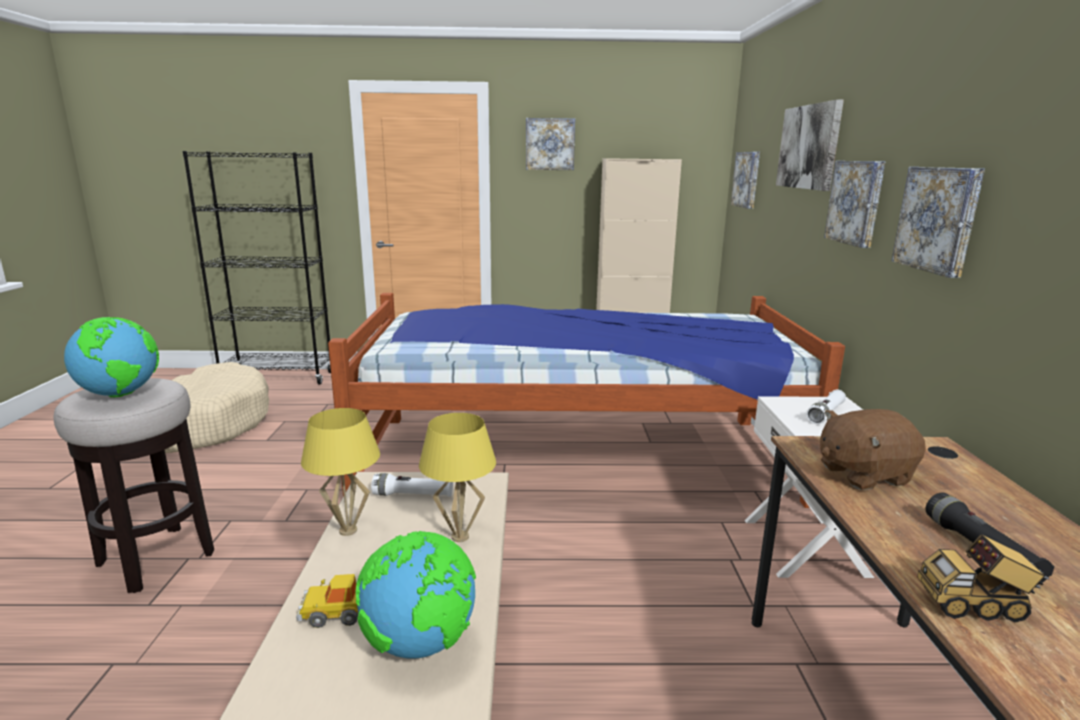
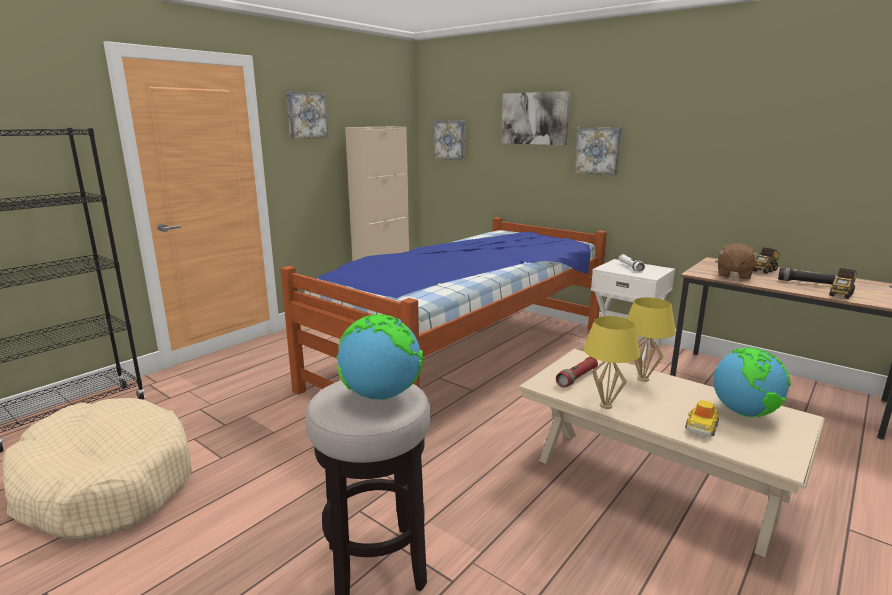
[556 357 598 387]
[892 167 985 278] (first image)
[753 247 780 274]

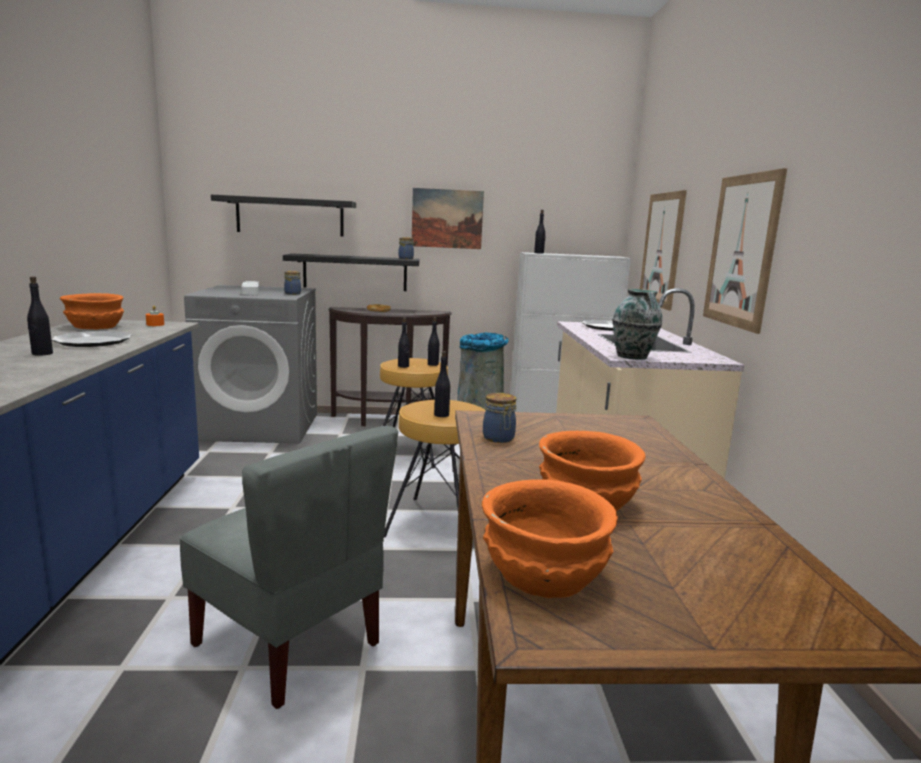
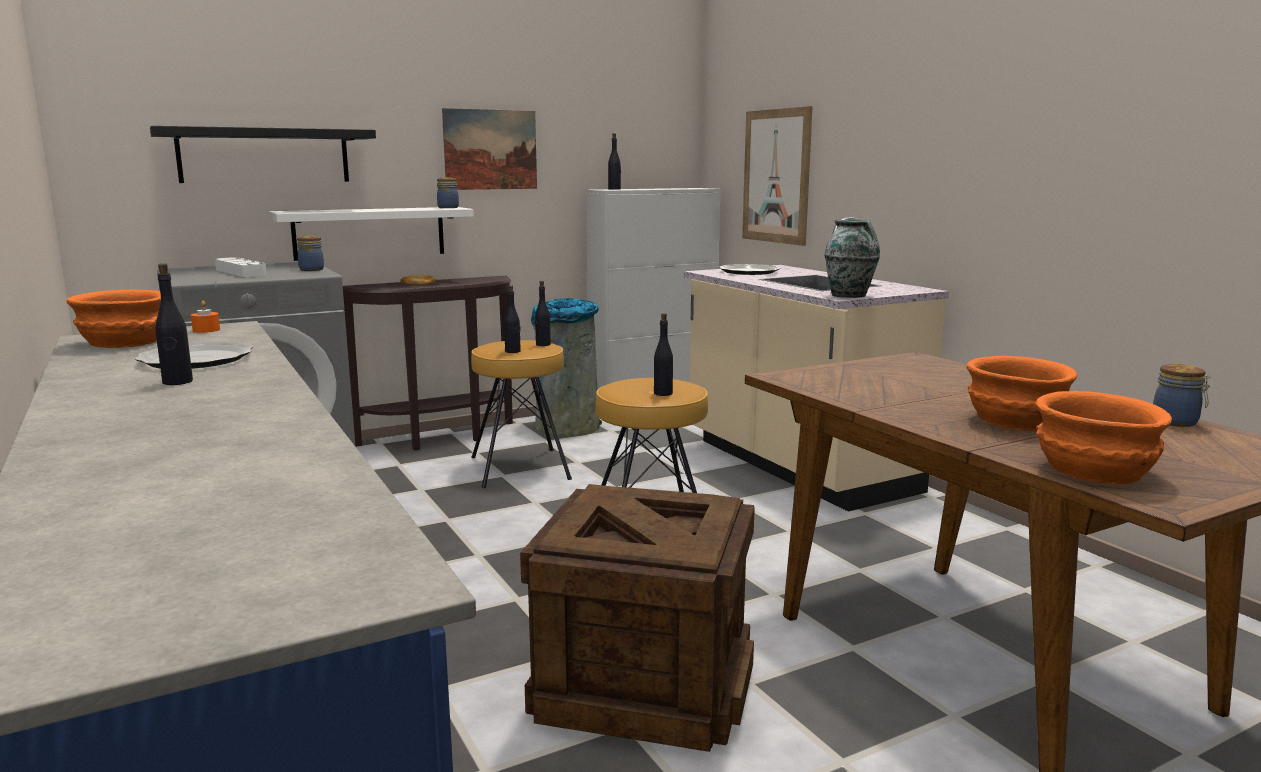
[520 484 755 752]
[270 207 474 261]
[1153 364 1211 427]
[703 168 787 334] (first image)

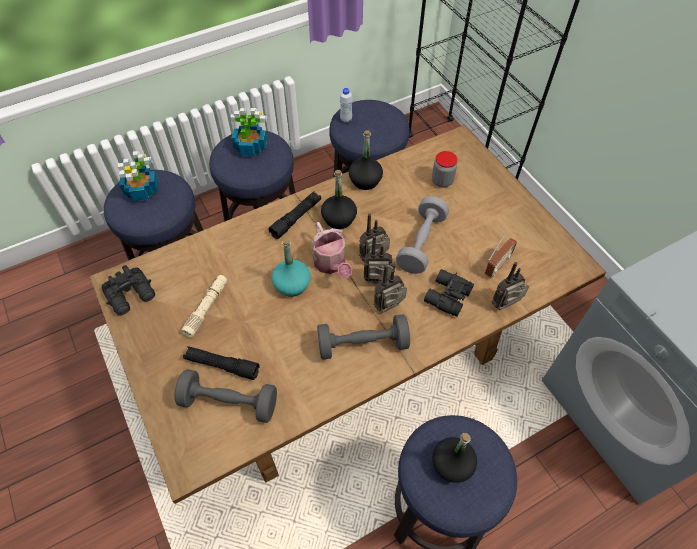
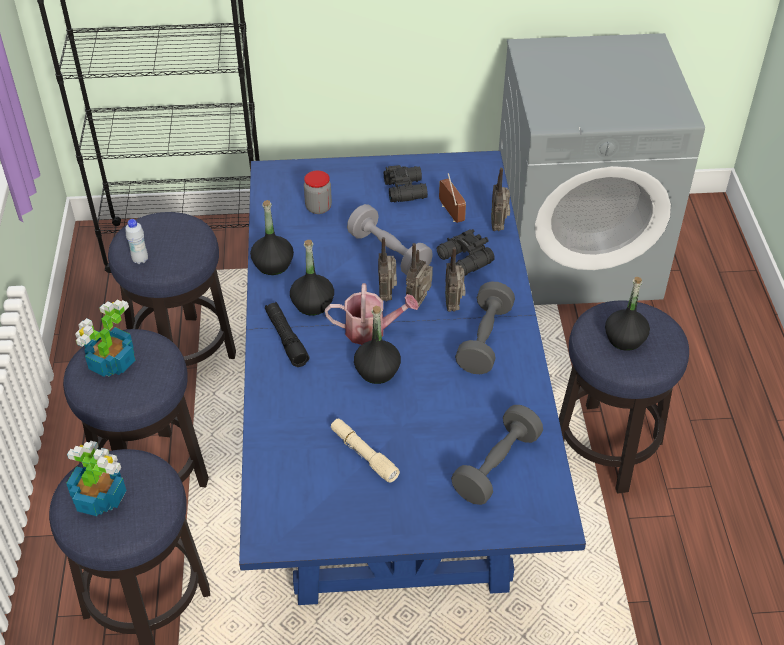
[239 151 586 605]
[384 165 428 202]
[183 346 260 380] (first image)
[354 306 401 384]

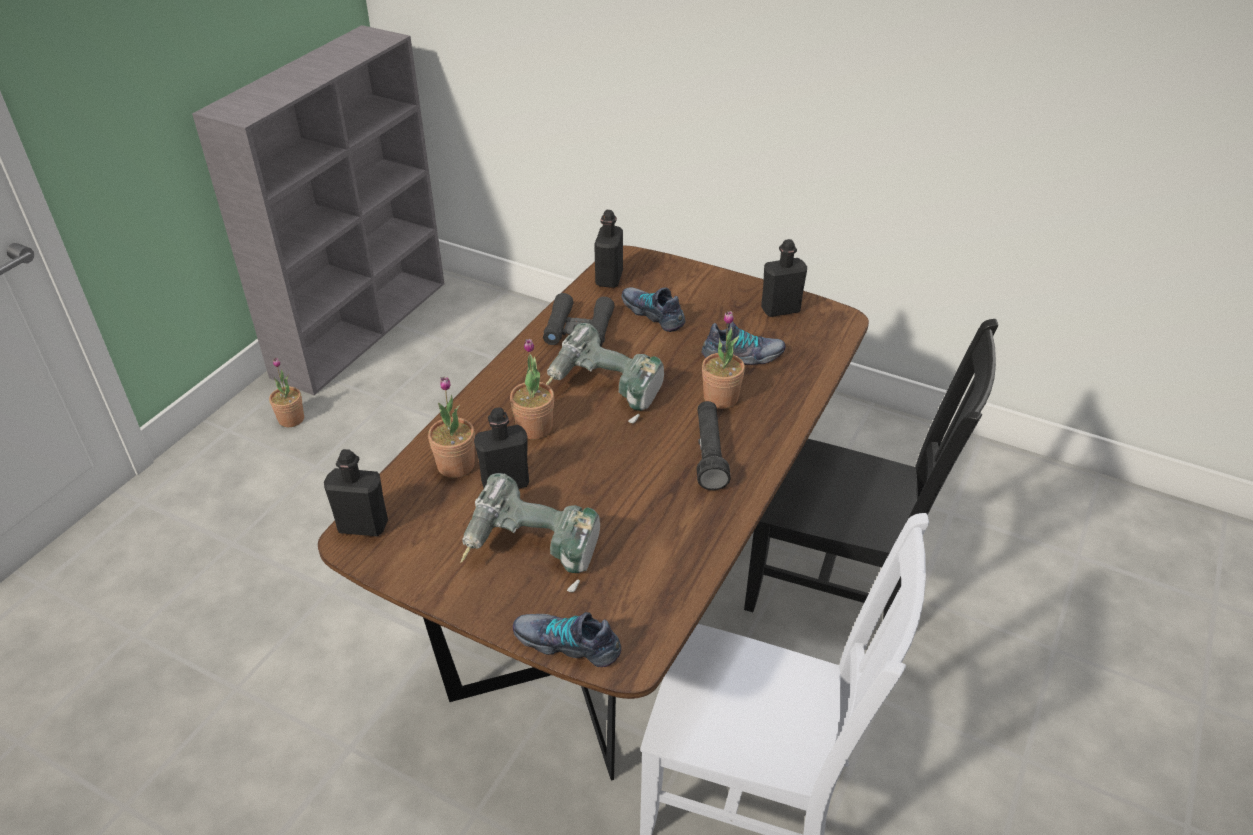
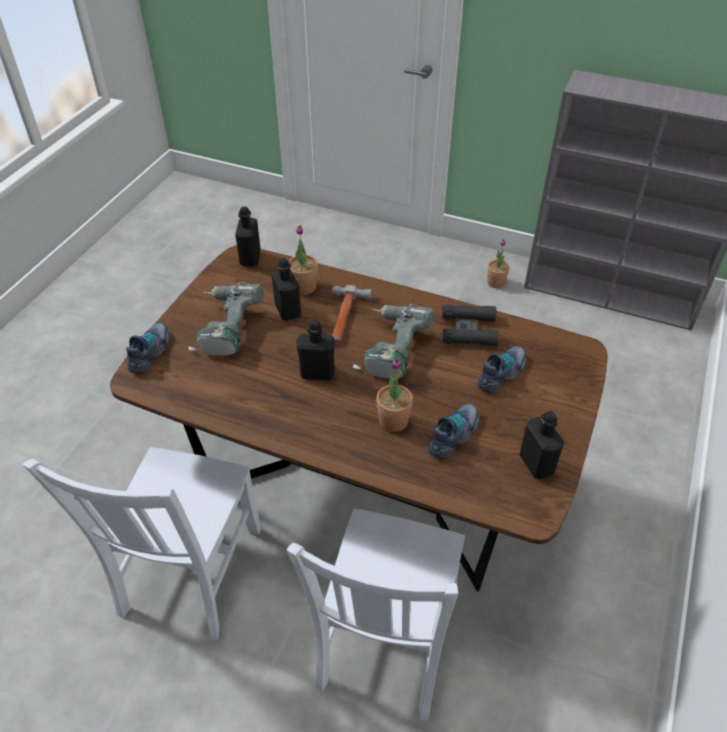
[332 285 372 343]
[296 320 335 381]
[697 401 731 490] (first image)
[428 403 479 459]
[286 509 465 720]

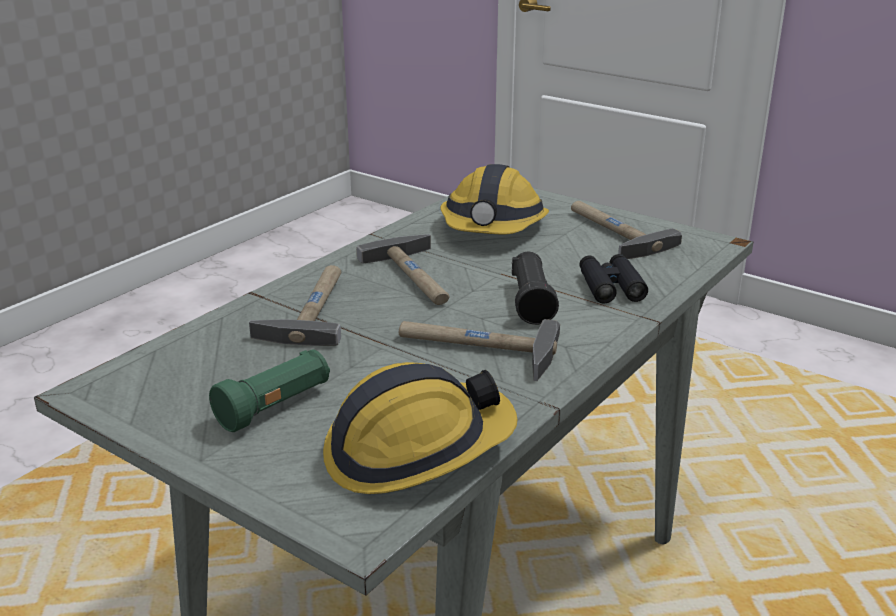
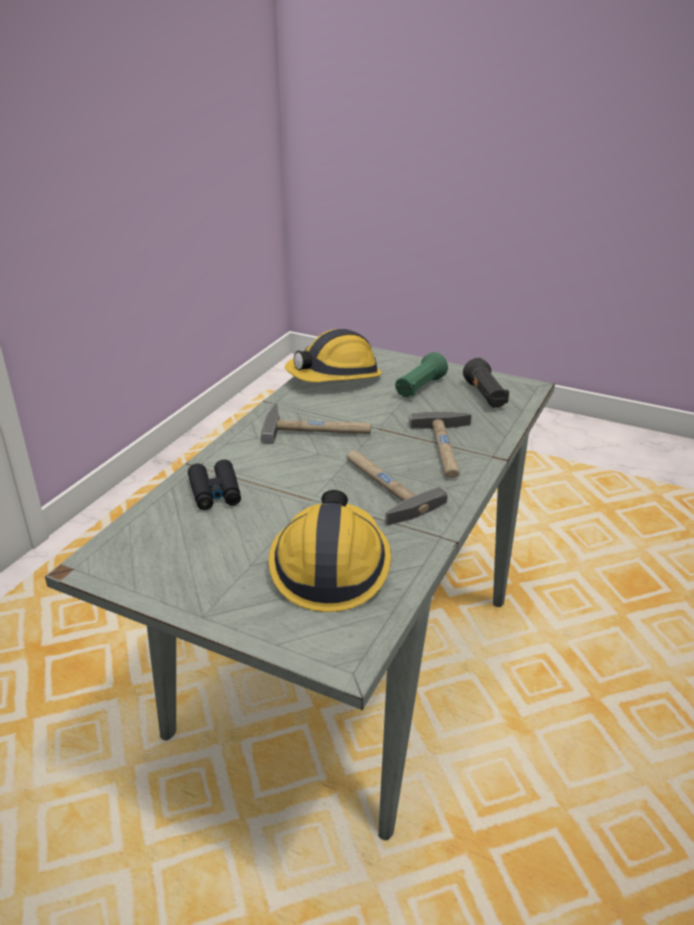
[463 358 509 408]
[571 201 682 259] (first image)

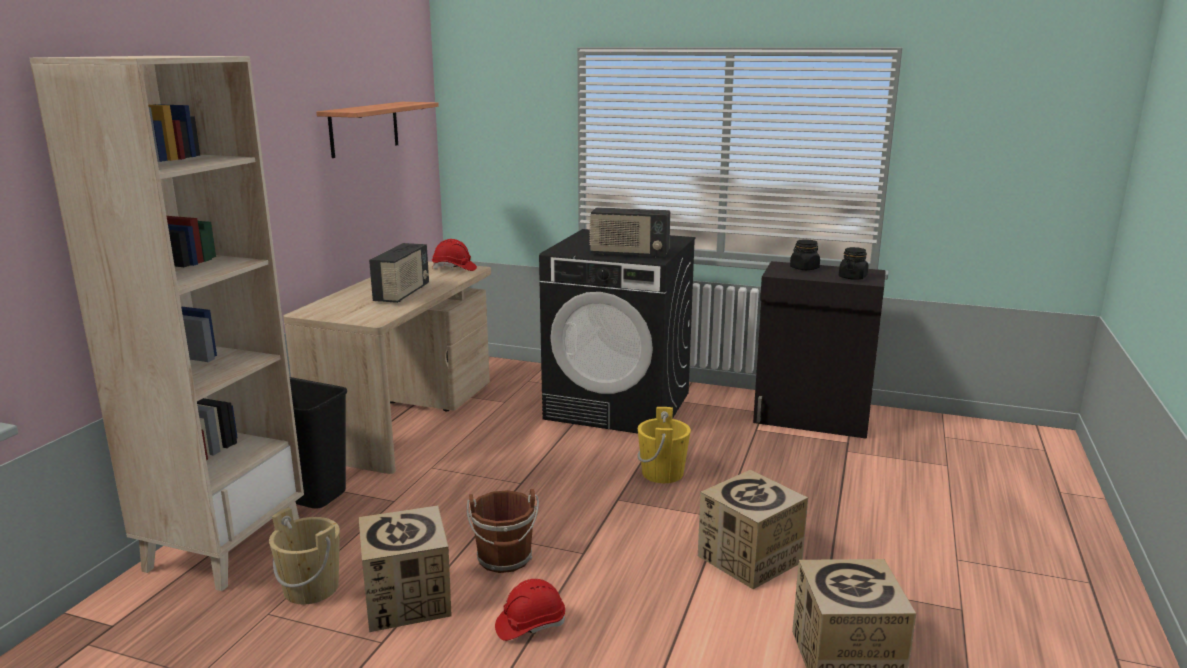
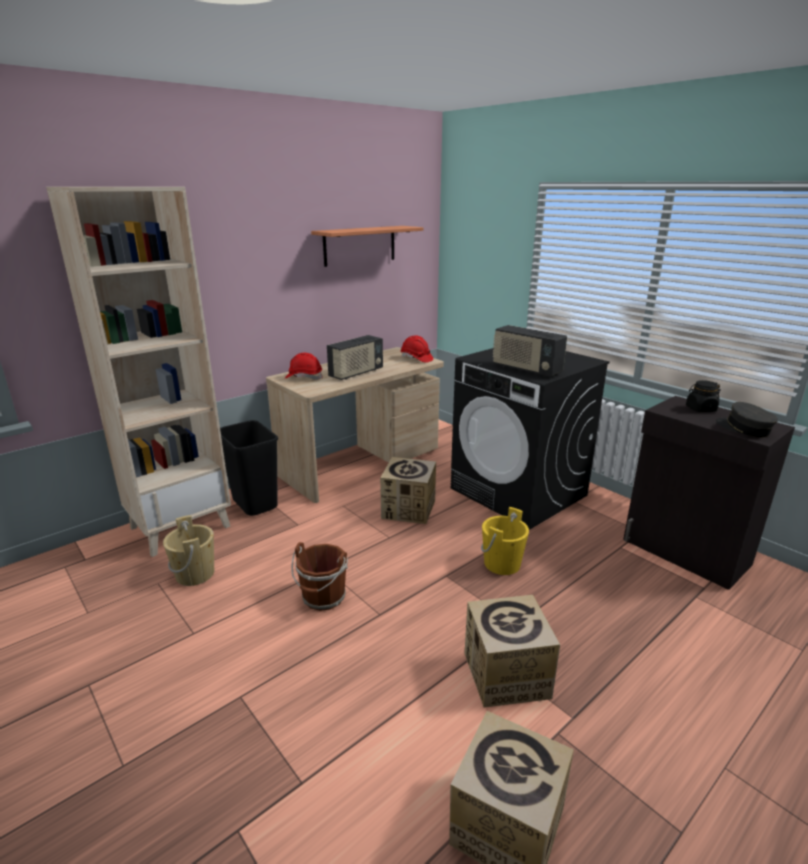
[380 457 436 524]
[285 352 323 380]
[716 402 778 437]

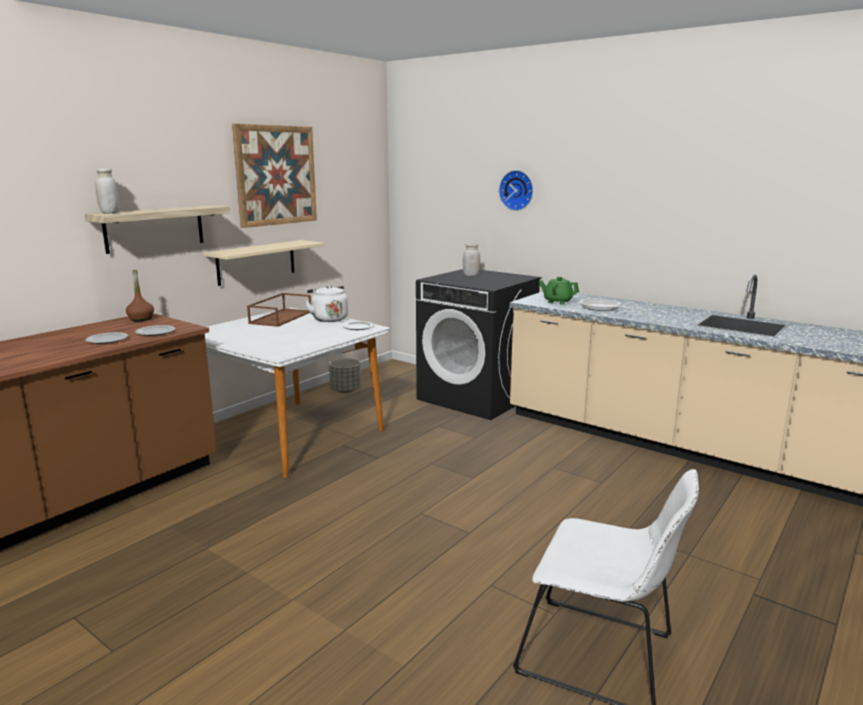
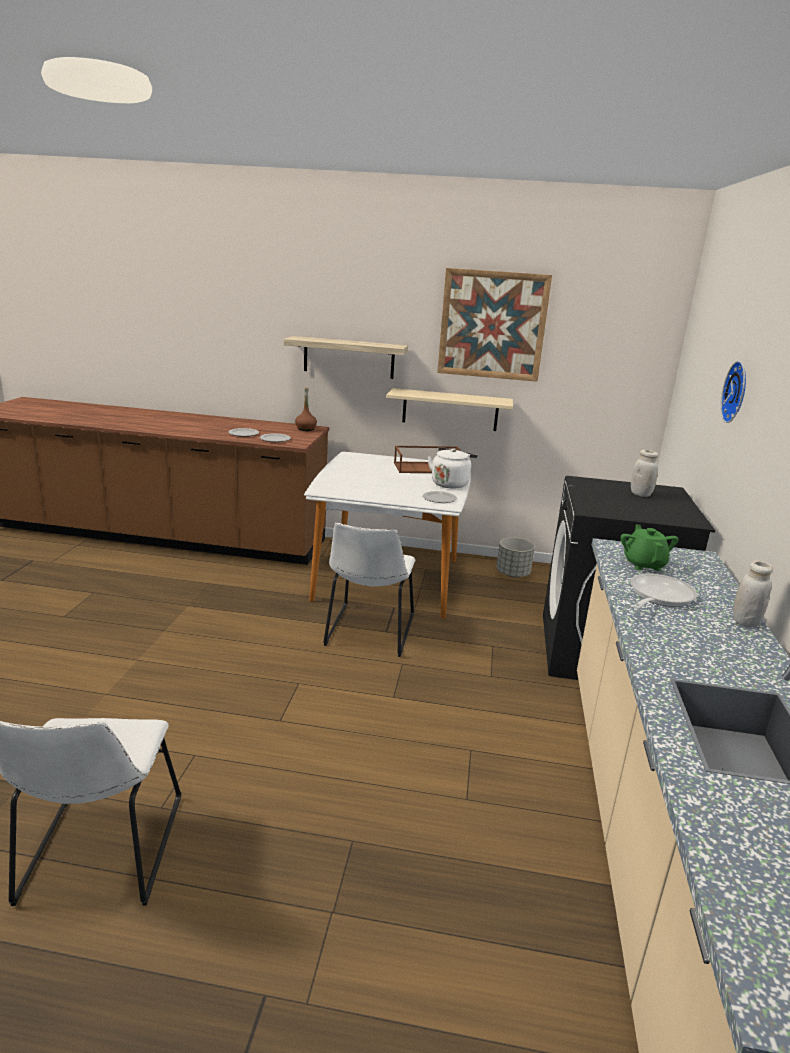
[734 561 773 627]
[323 522 415 657]

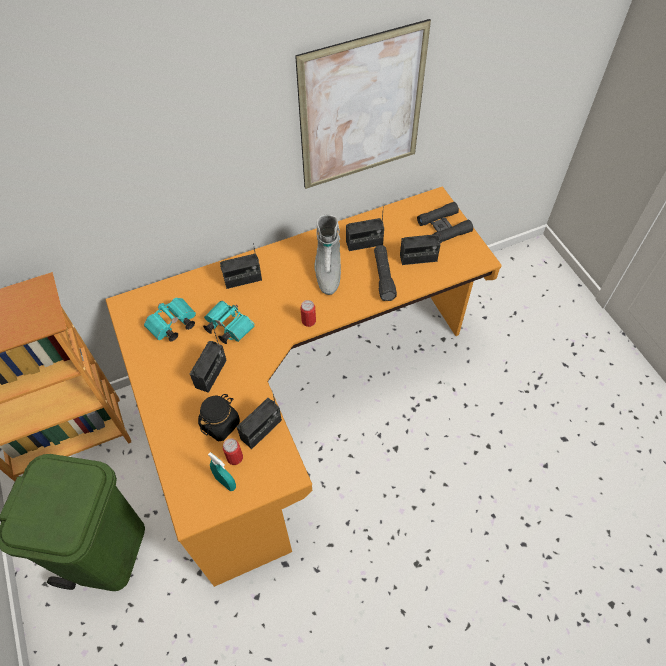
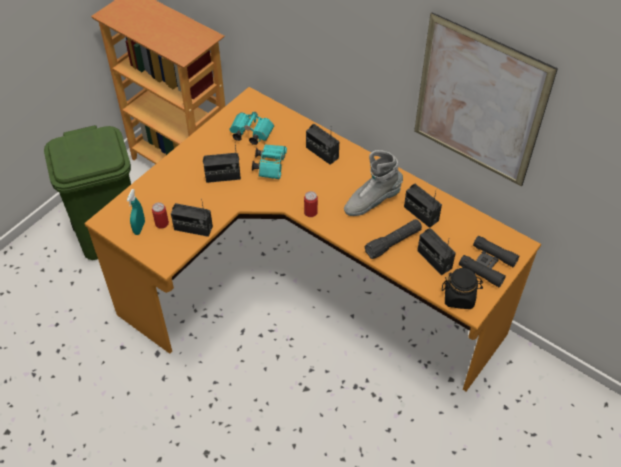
[442 268 483 309]

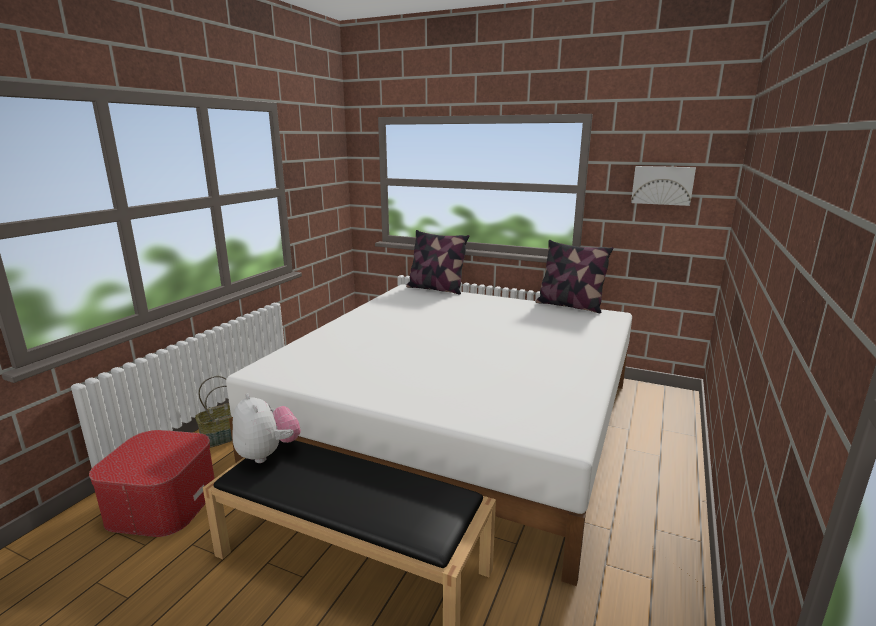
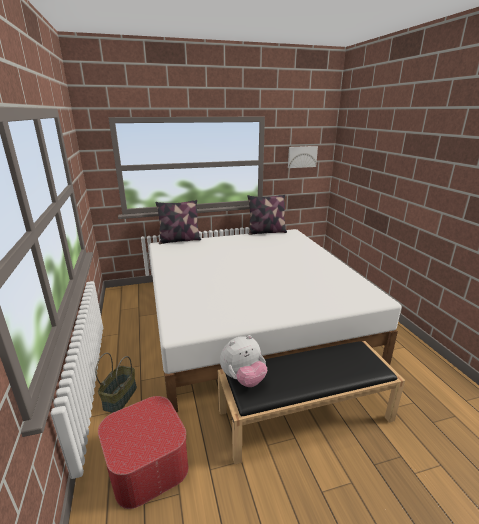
[220 335 267 387]

